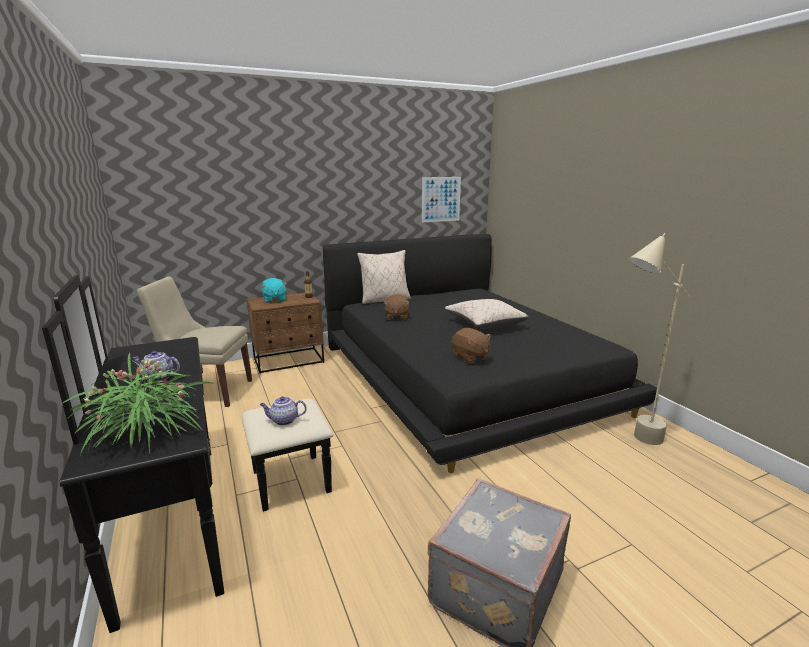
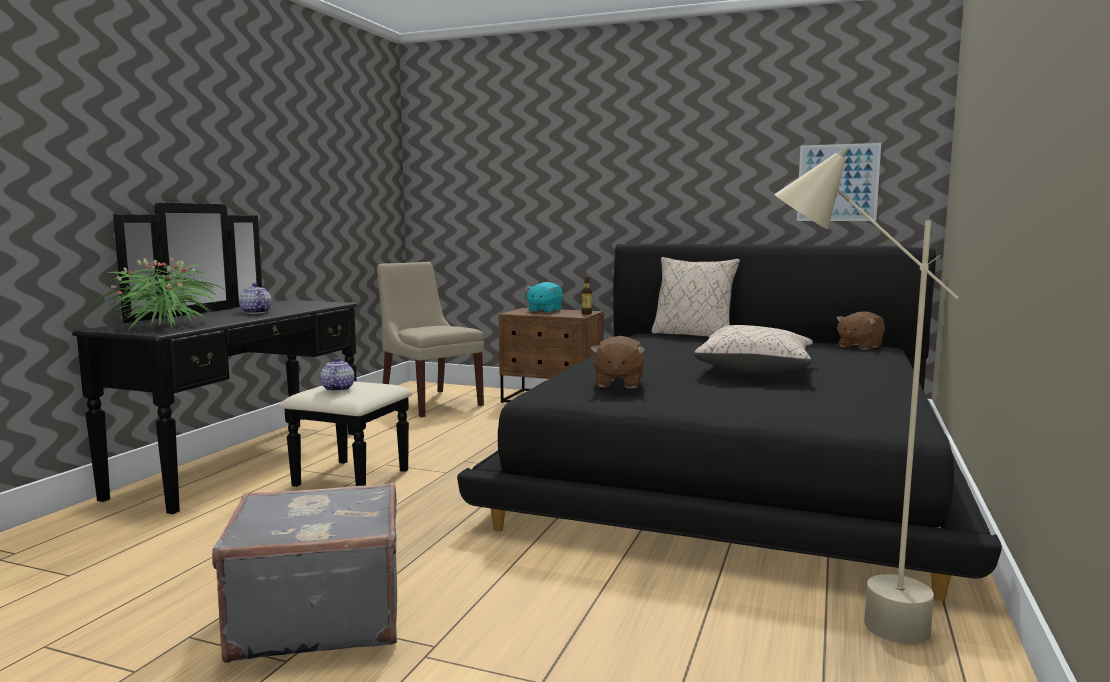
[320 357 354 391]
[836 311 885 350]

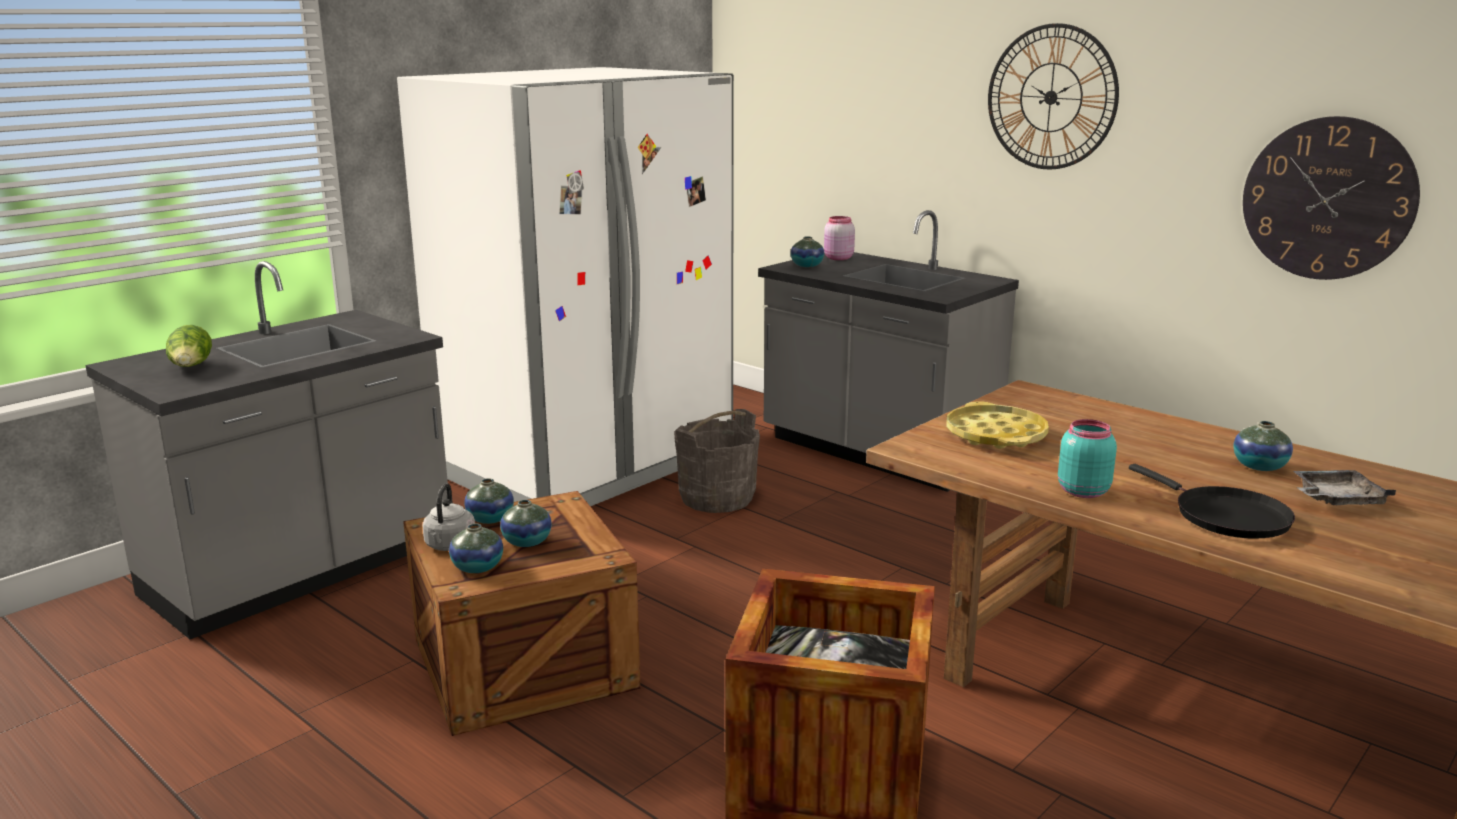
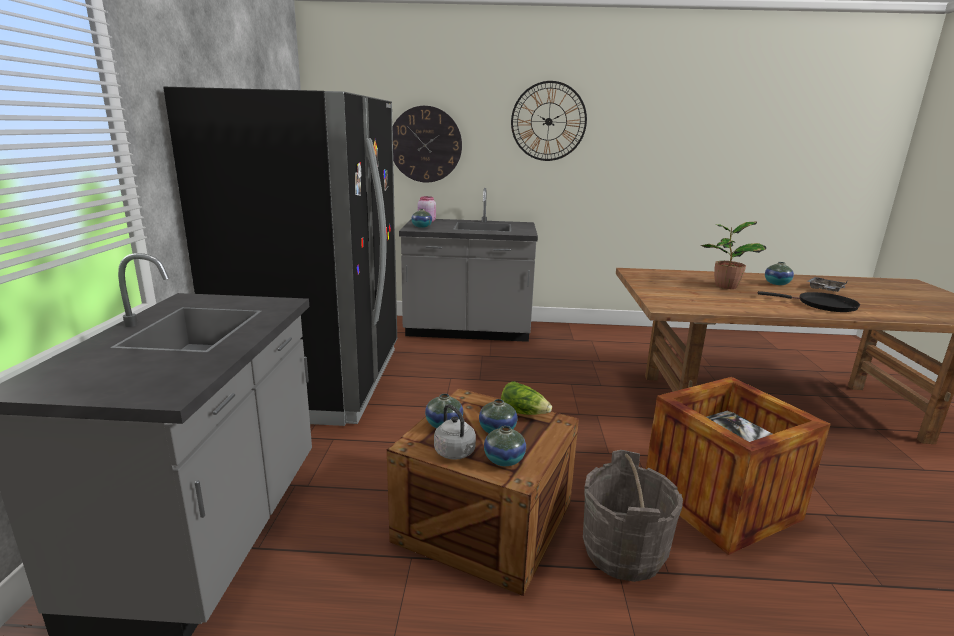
[501 381 552 415]
[163 87 397 426]
[583 450 683 582]
[946 402 1049 449] (first image)
[1058 419 1117 498] (first image)
[393 106 462 182]
[701 222 766 289]

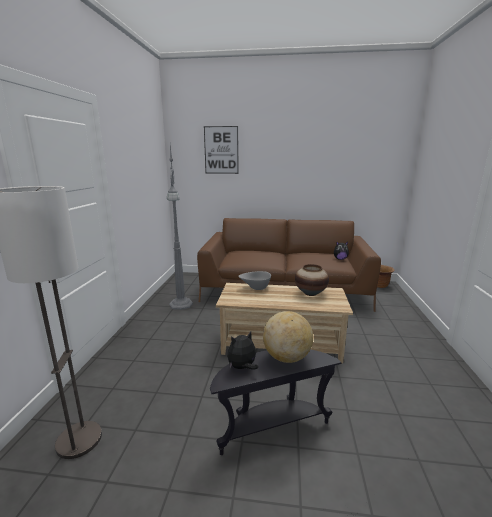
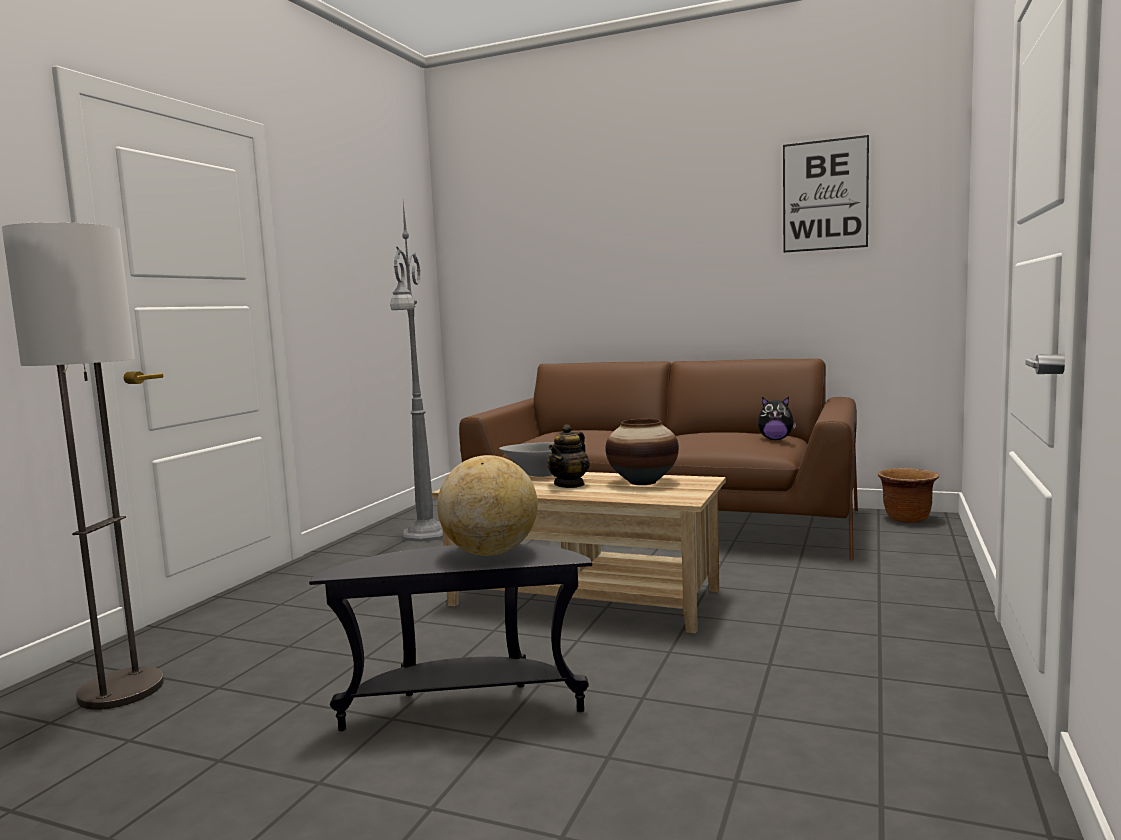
[783 135 869 253]
[227 332 258 370] (first image)
[547 424 590 488]

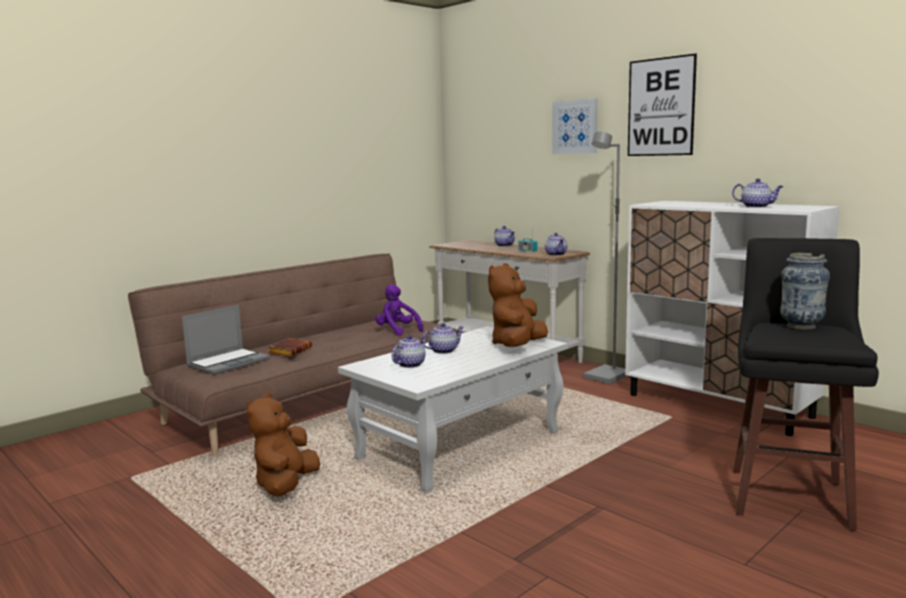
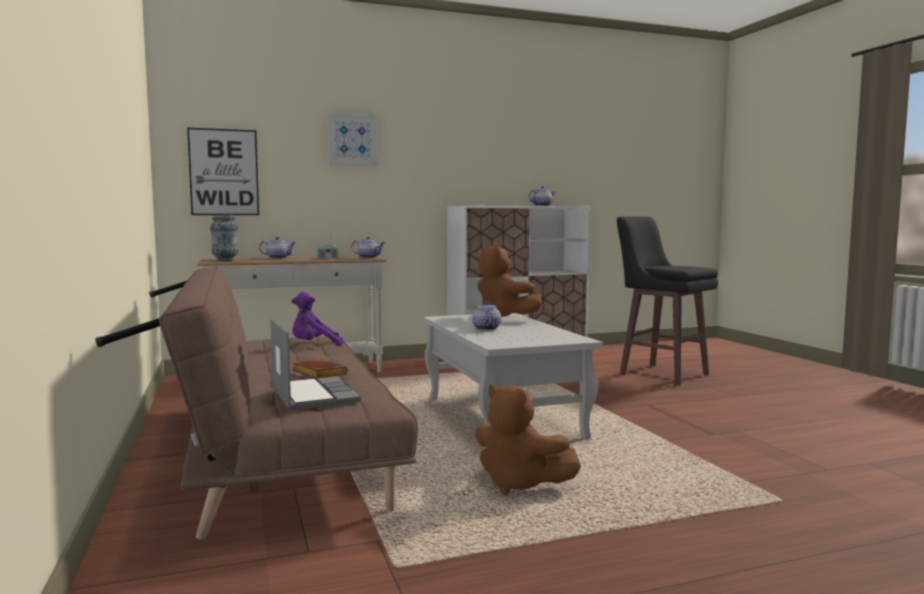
[391 335 426 368] (first image)
[583 132 627 384] (first image)
[187 128 259 215]
[210 215 239 261]

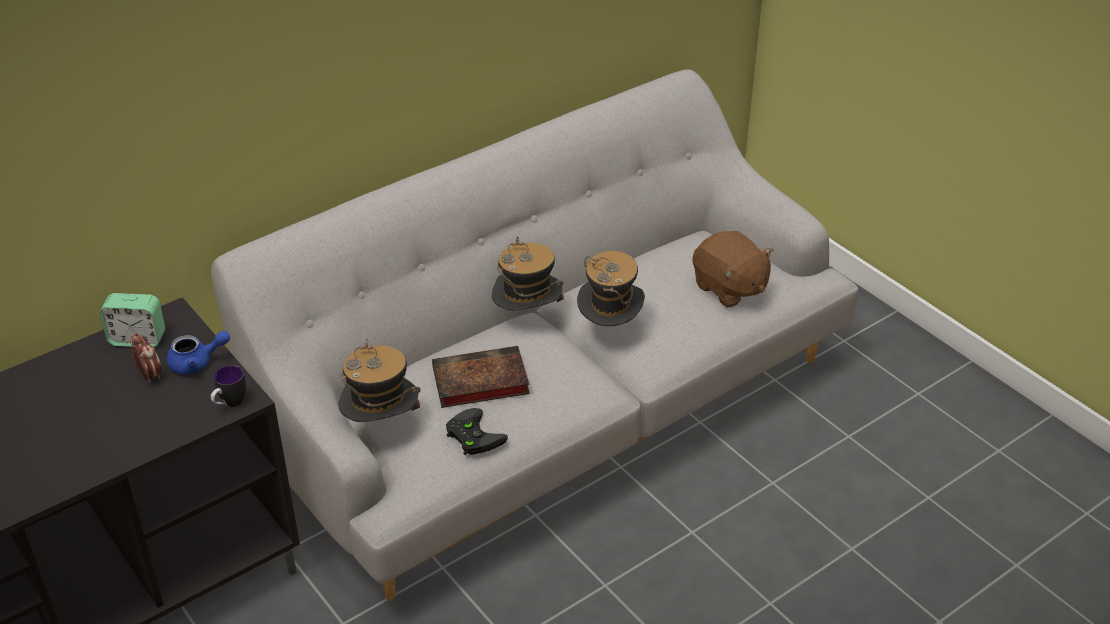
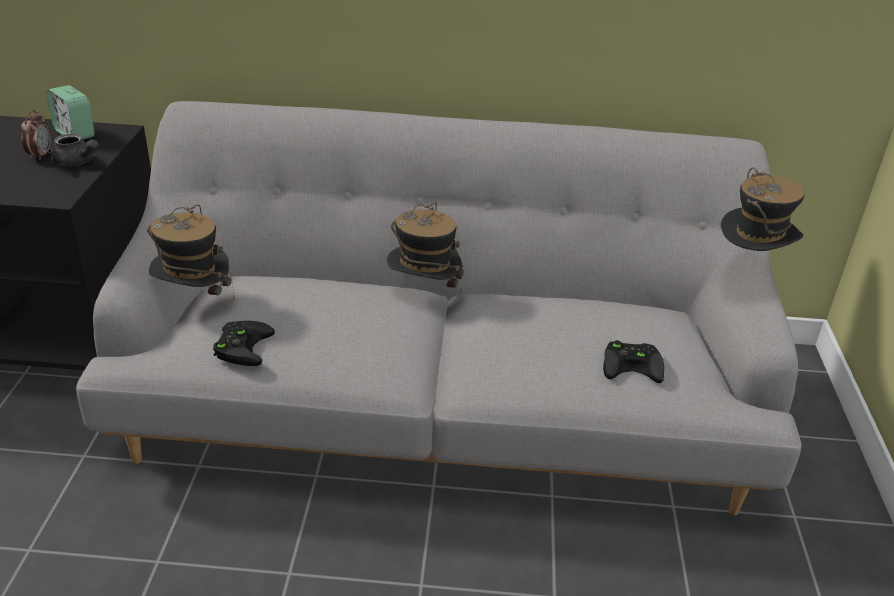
[48 134 99 167]
[211 365 246 407] (first image)
[432 346 530 408] (first image)
[721 167 805 251]
[603 340 664 383]

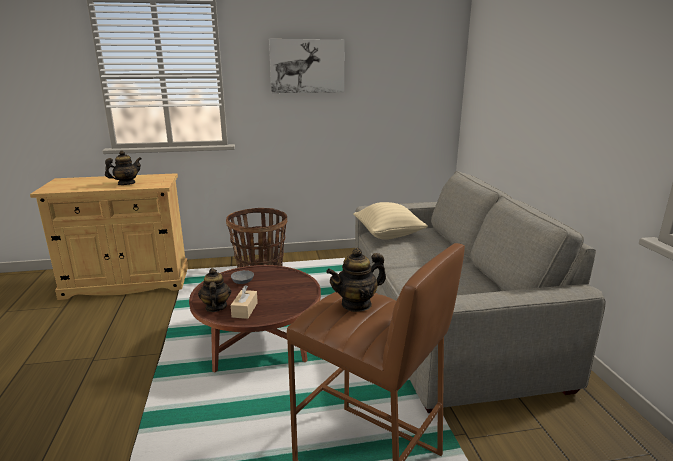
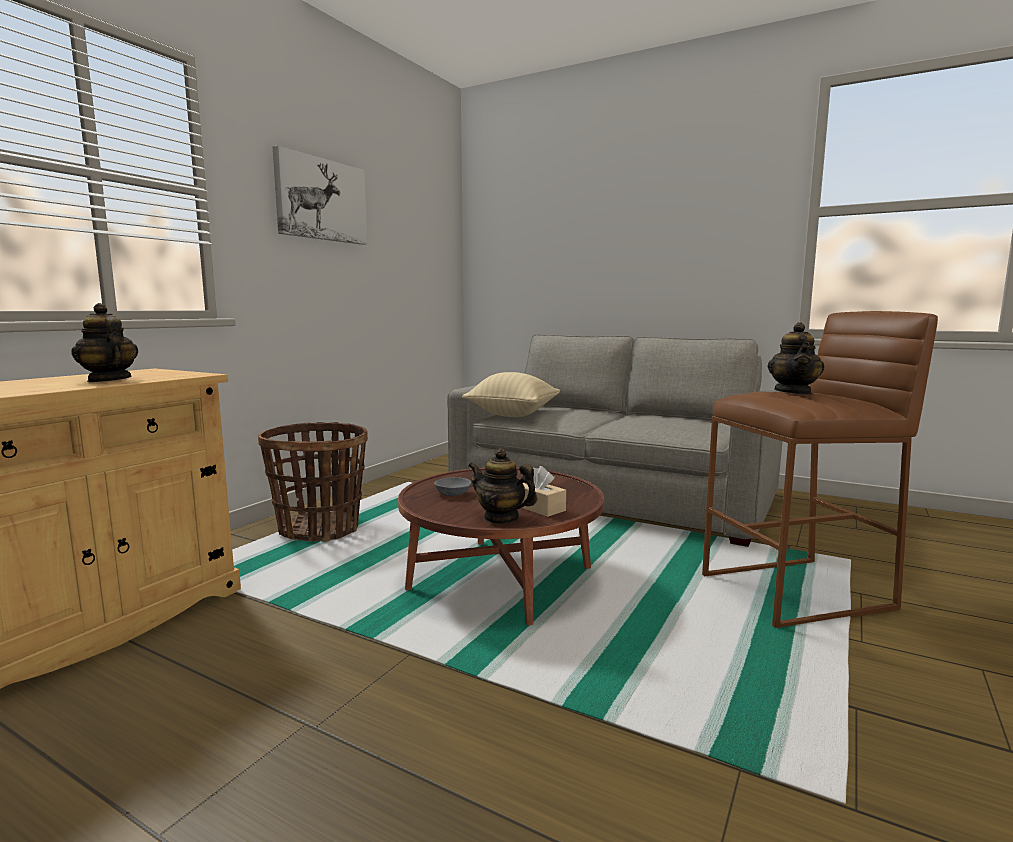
[71 303 138 382]

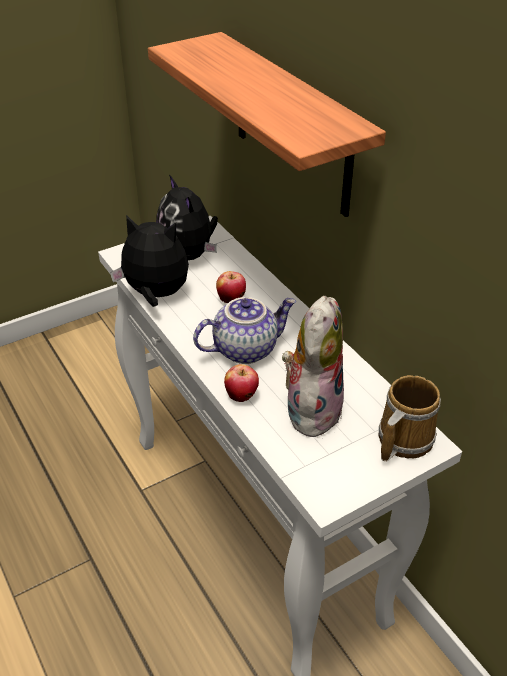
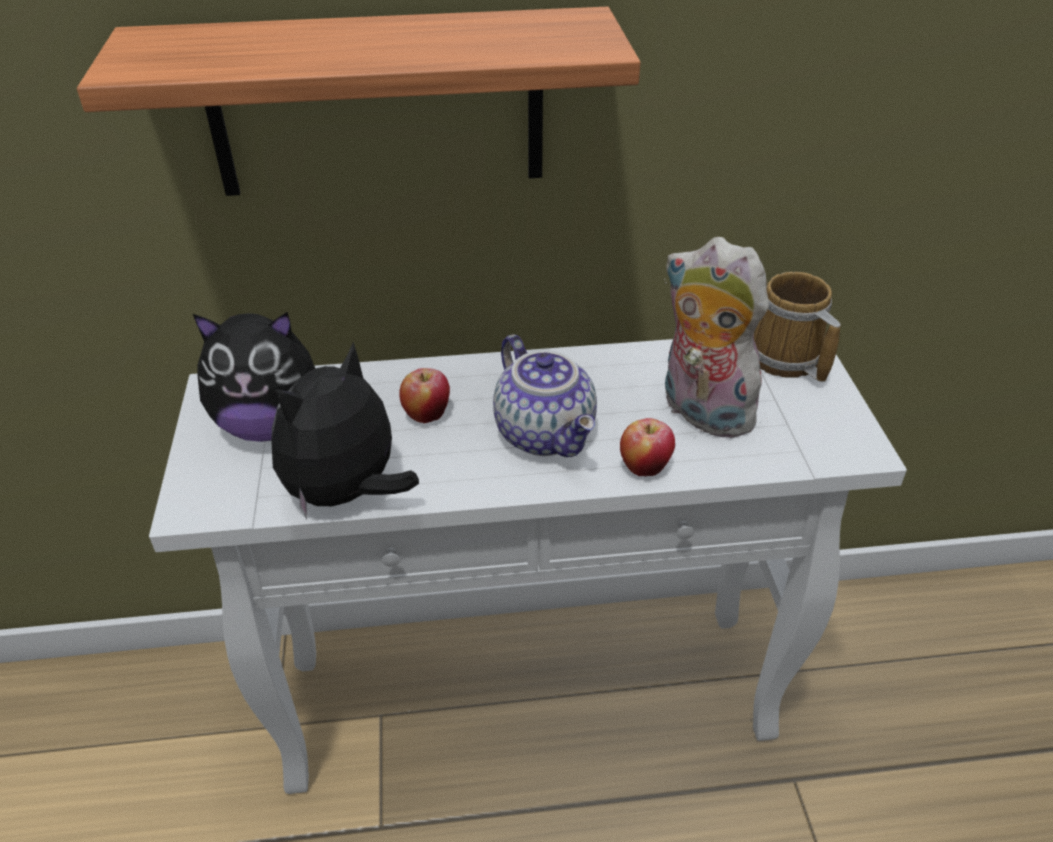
[493 334 597 457]

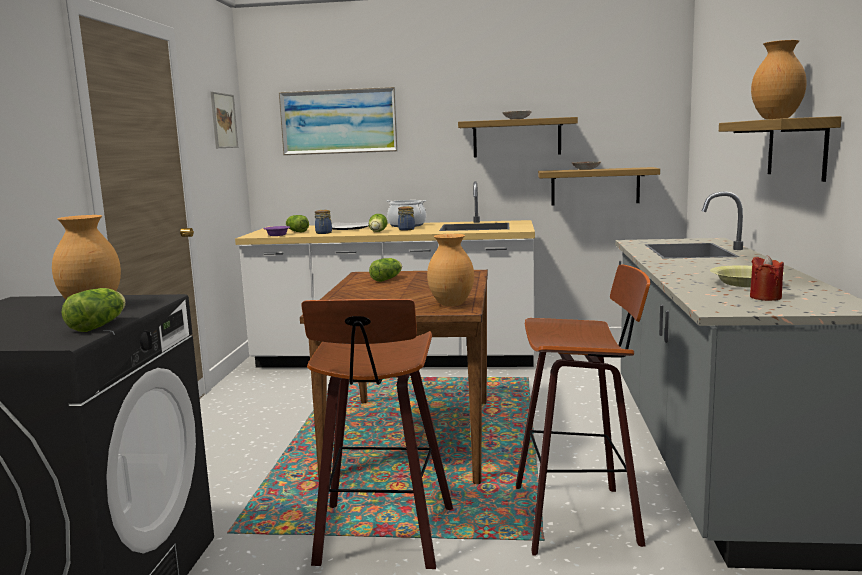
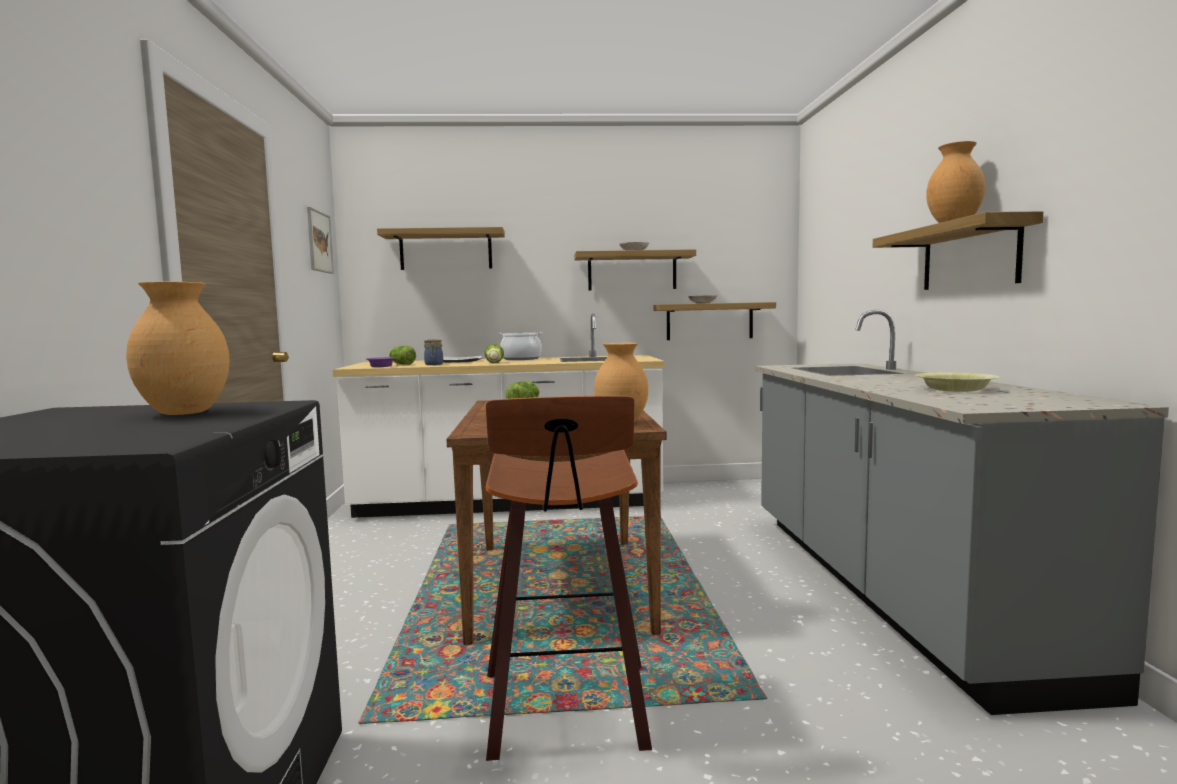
[61 288 126 332] (first image)
[377 227 505 270]
[398 206 415 231] (first image)
[516 264 651 556] (first image)
[750 255 784 301] (first image)

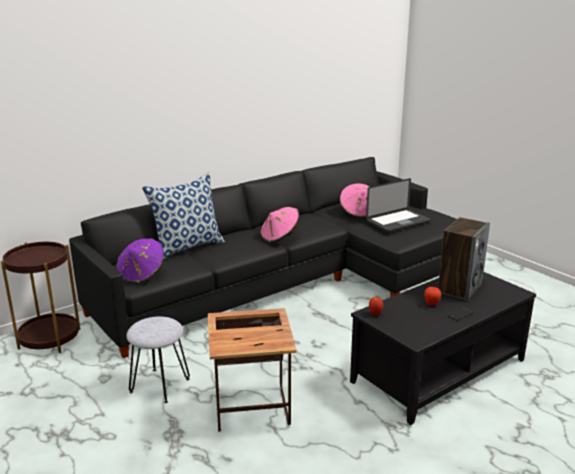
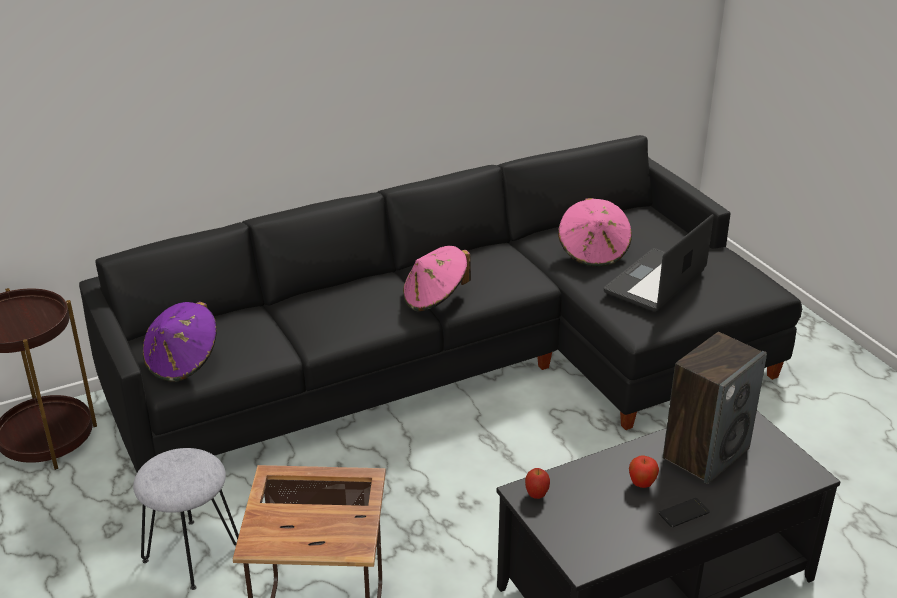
[142 172 225 259] (first image)
[604 214 714 312]

